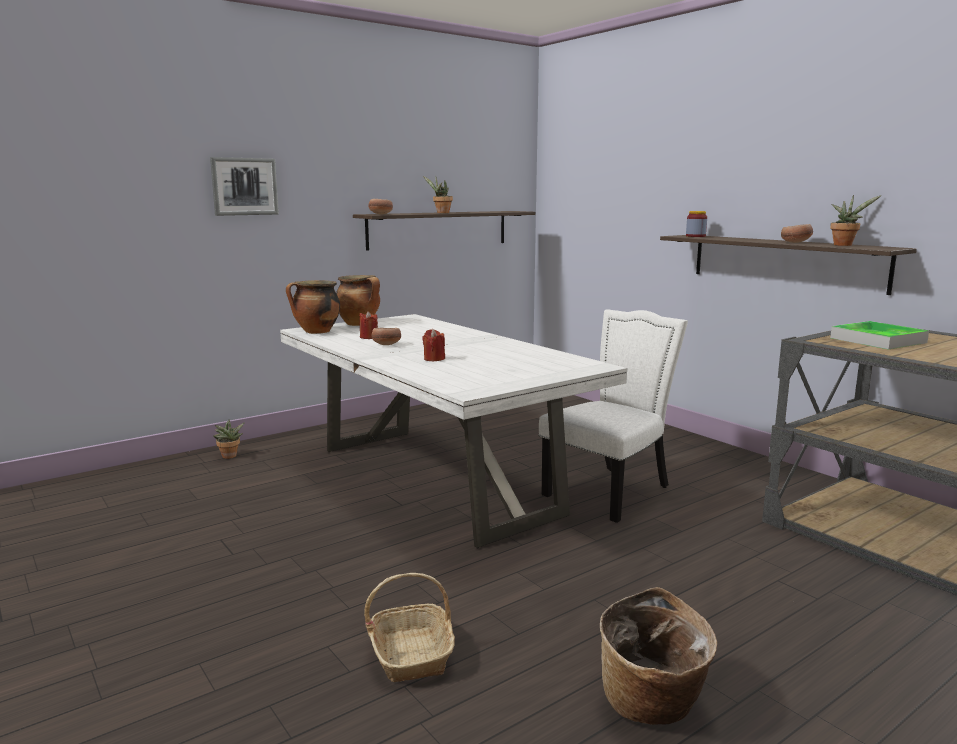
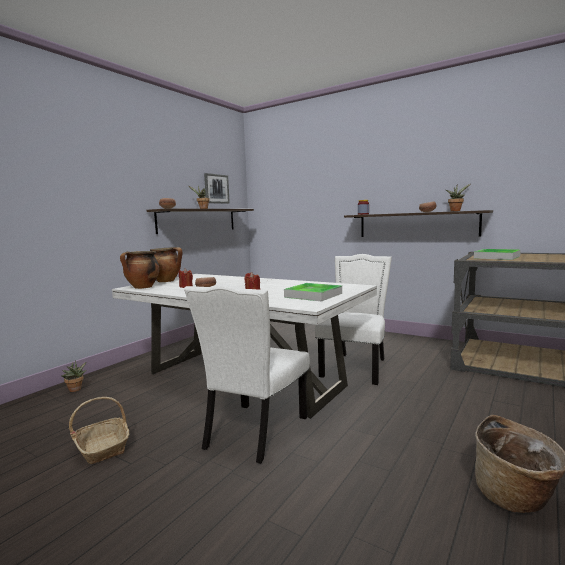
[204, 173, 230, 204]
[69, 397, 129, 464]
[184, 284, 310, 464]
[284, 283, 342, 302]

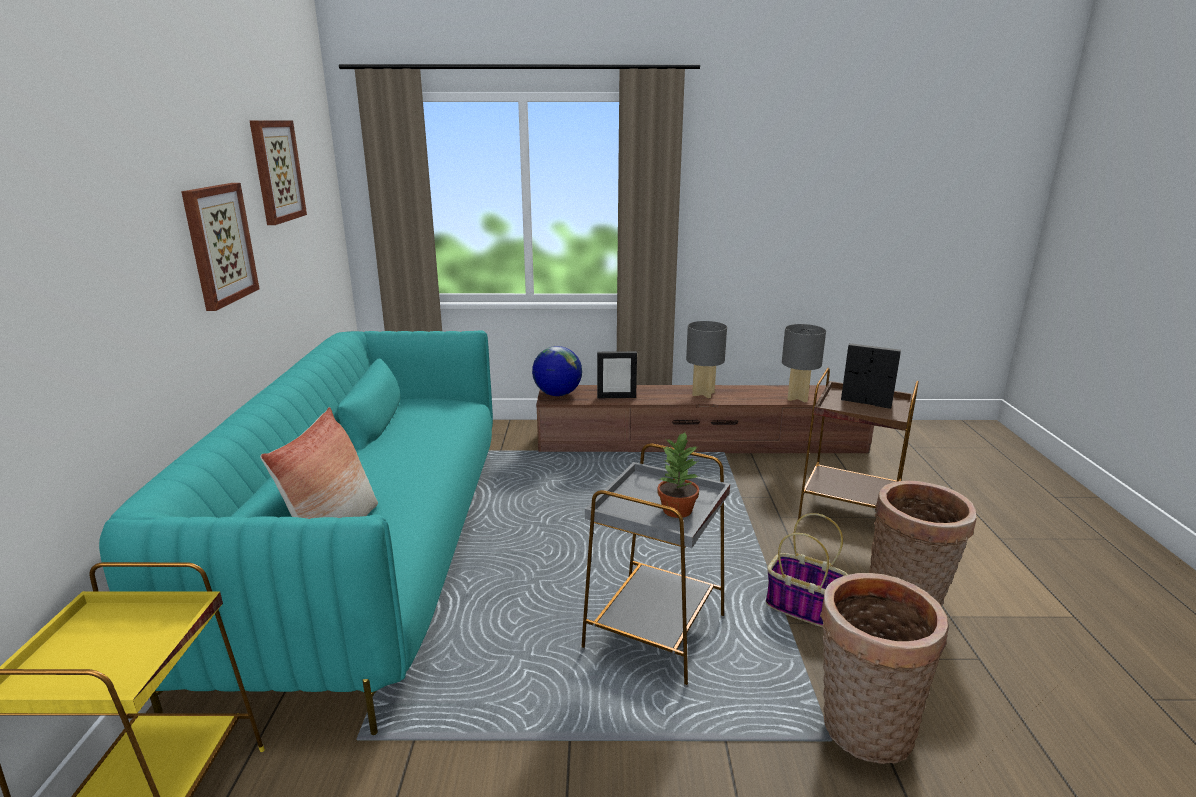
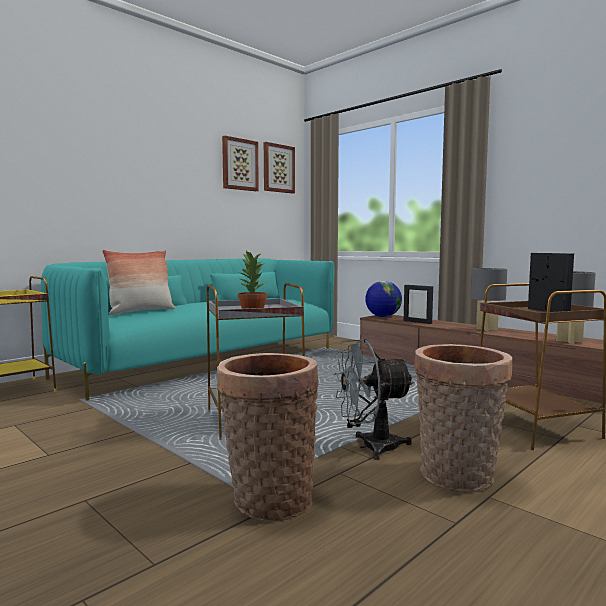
[264, 142, 295, 194]
[334, 339, 414, 460]

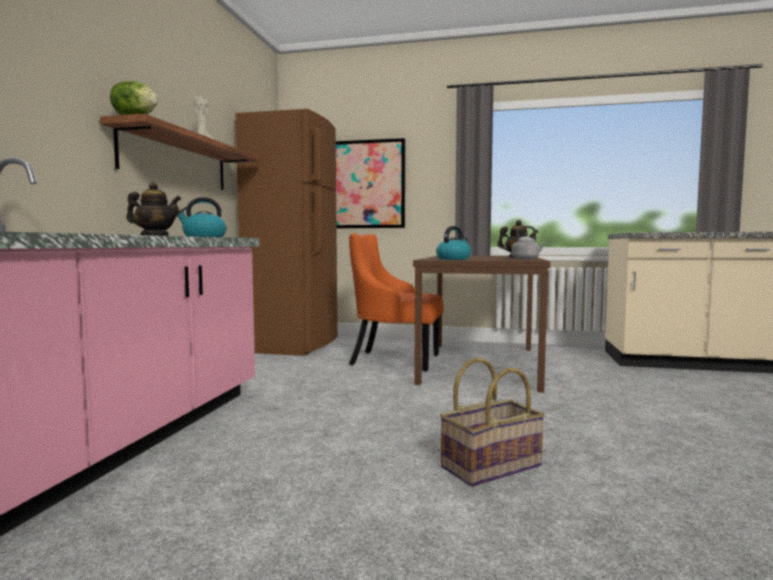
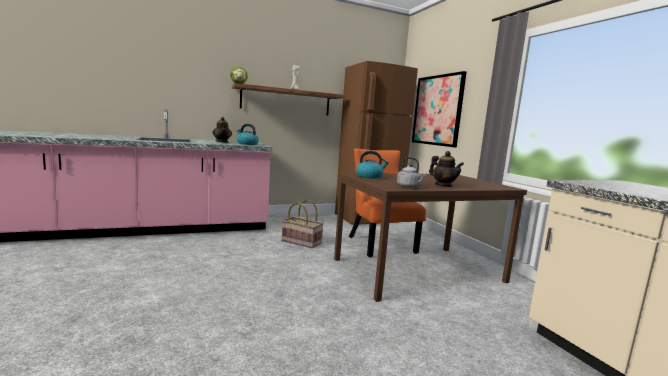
[282, 199, 324, 248]

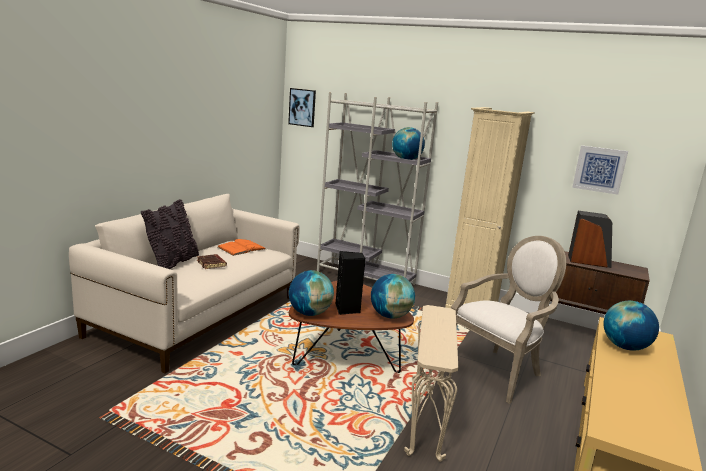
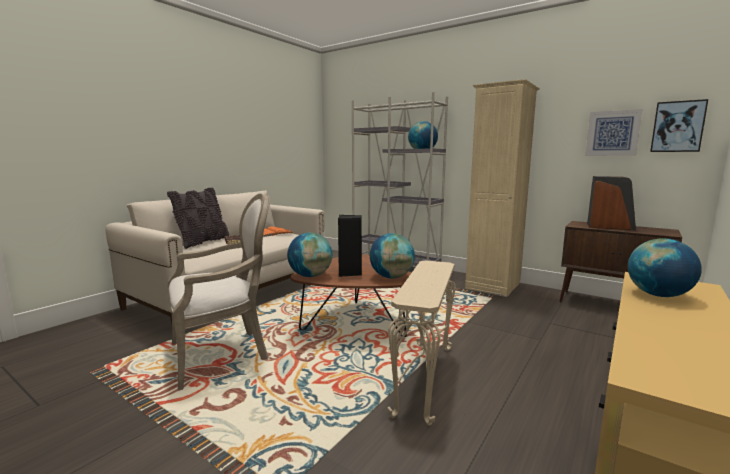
[650, 99, 708, 152]
[168, 193, 270, 391]

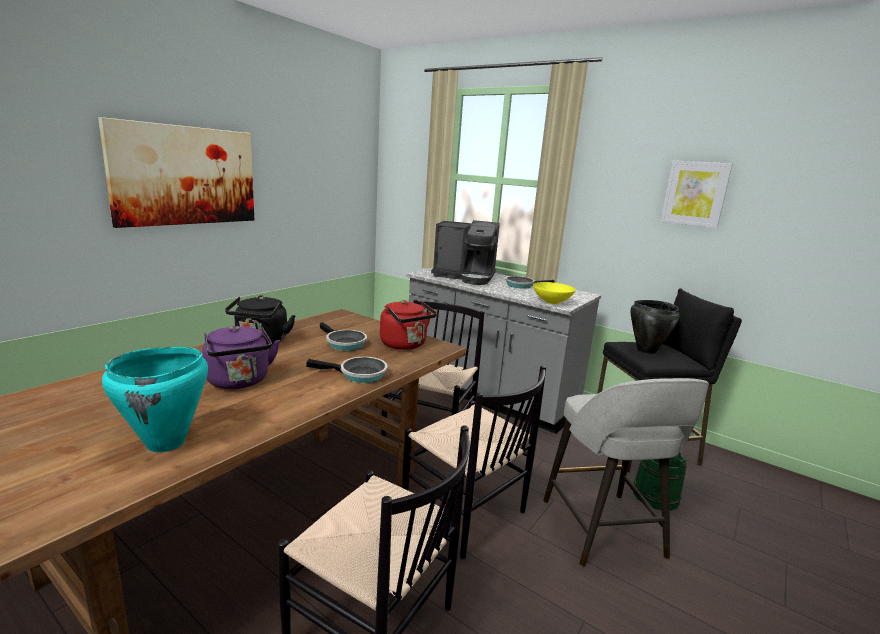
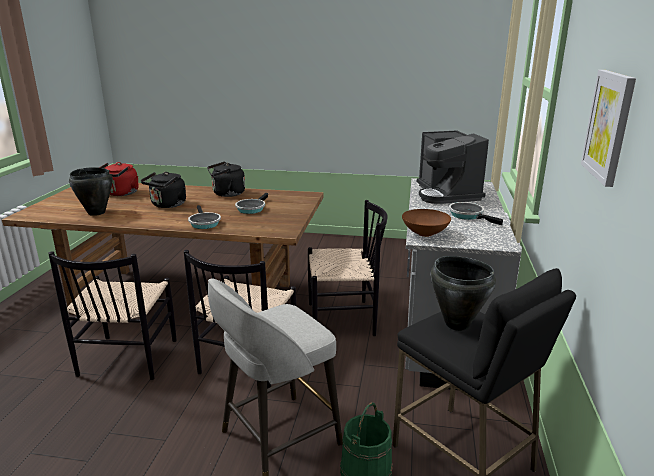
[98, 117, 254, 228] (first image)
[69, 167, 113, 216]
[141, 172, 186, 208]
[99, 162, 139, 196]
[402, 209, 451, 237]

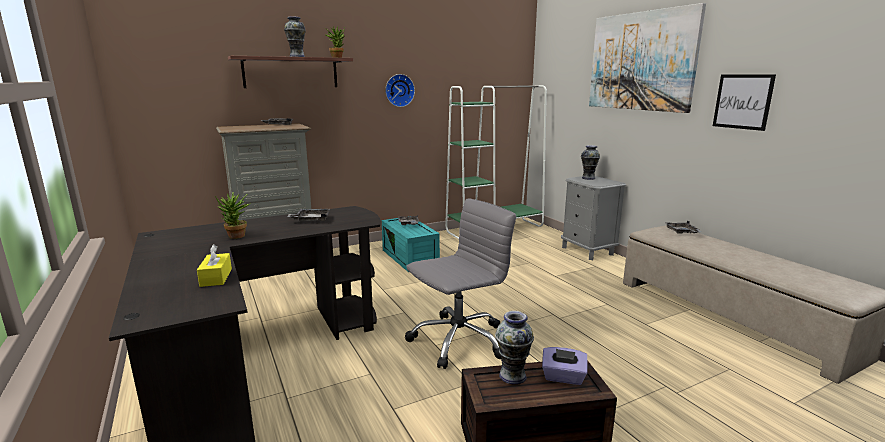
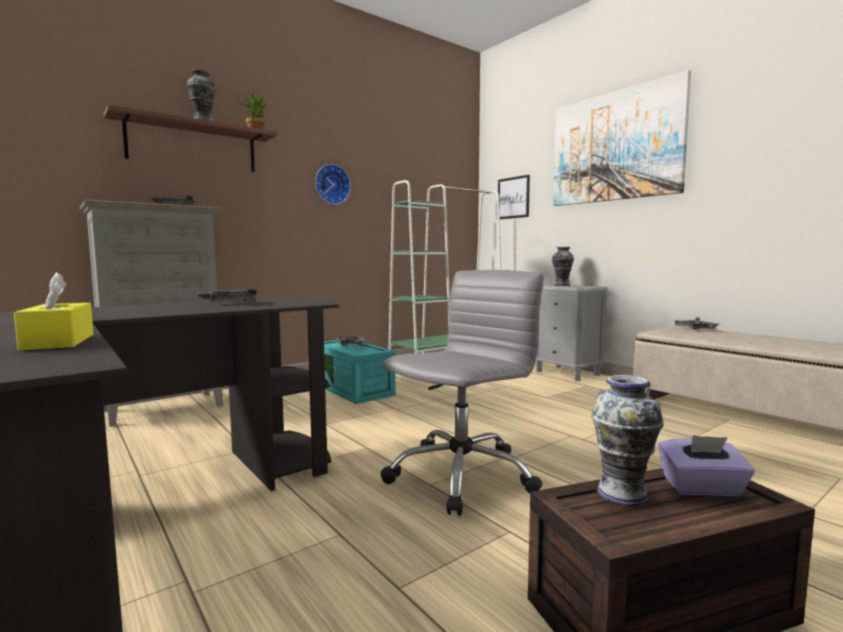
[215, 192, 251, 239] (first image)
[498, 175, 530, 219]

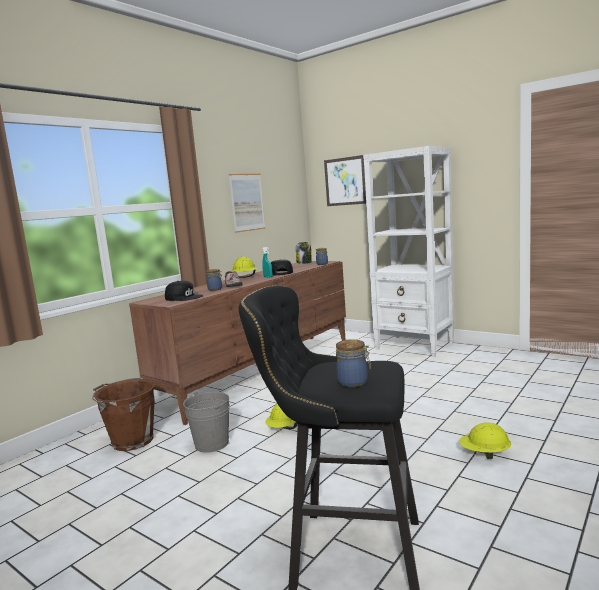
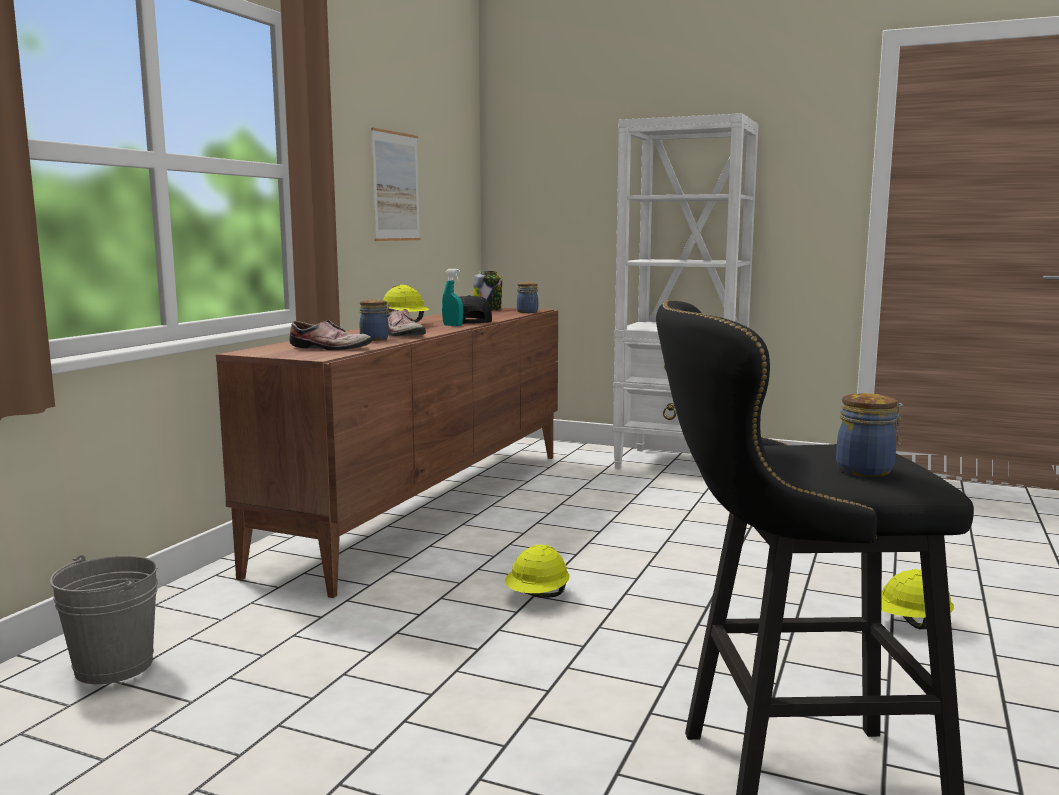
[92, 378, 155, 451] (first image)
[289, 320, 372, 351]
[50, 555, 158, 684]
[324, 155, 366, 206] (first image)

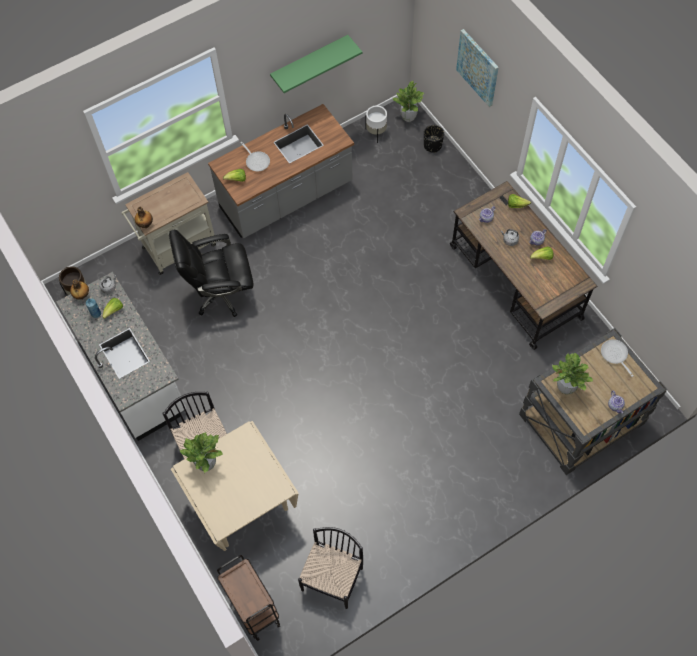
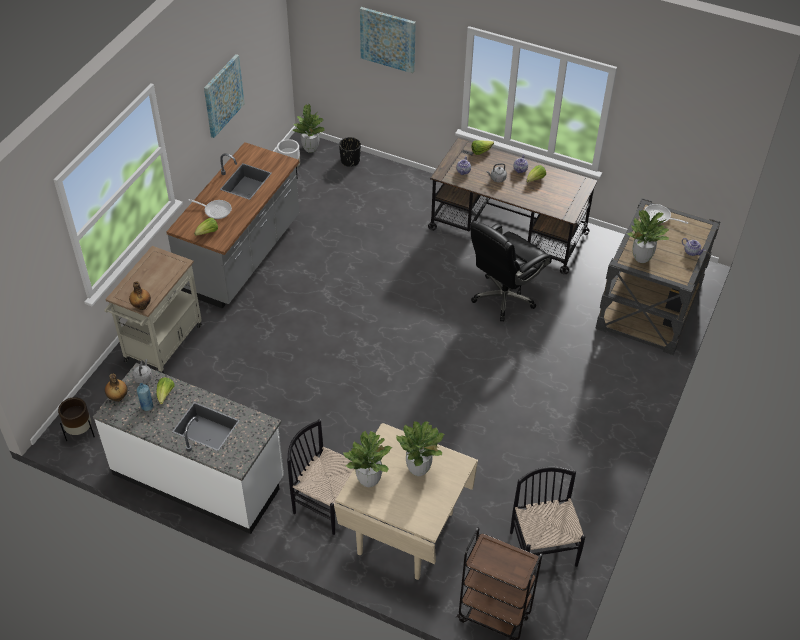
[471, 221, 552, 322]
[204, 54, 245, 138]
[396, 421, 445, 476]

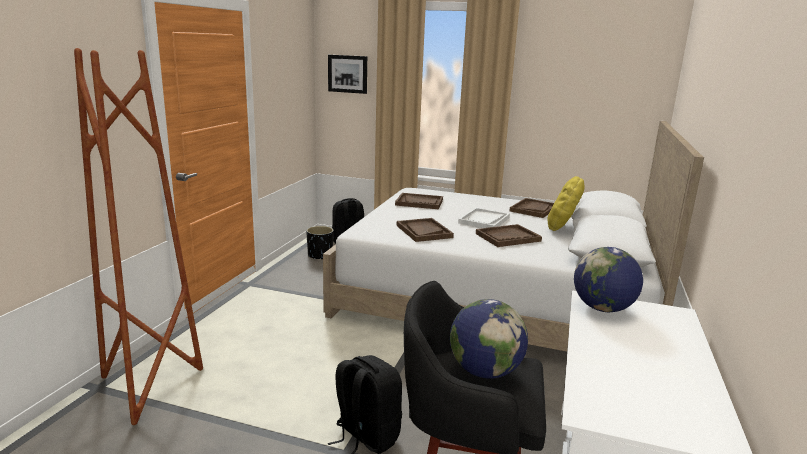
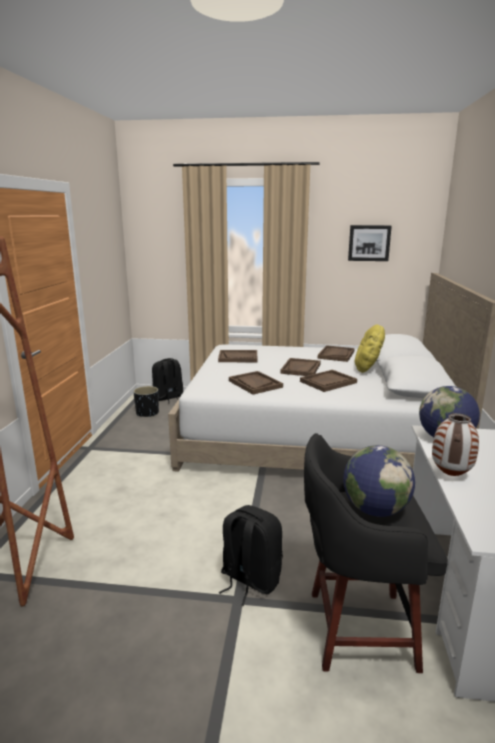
[348, 225, 392, 261]
[280, 358, 321, 376]
[432, 413, 479, 476]

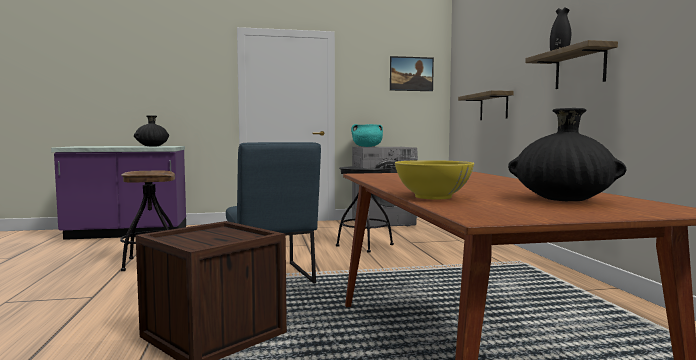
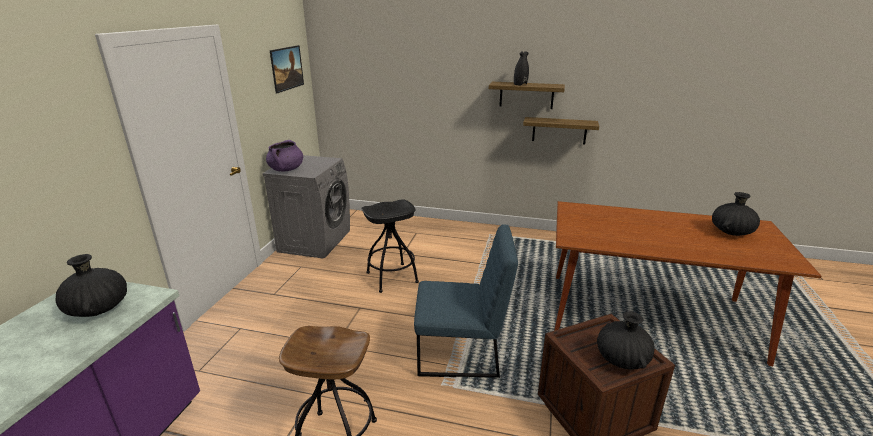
[266, 140, 303, 171]
[395, 160, 474, 199] (first image)
[523, 117, 599, 144]
[597, 311, 655, 369]

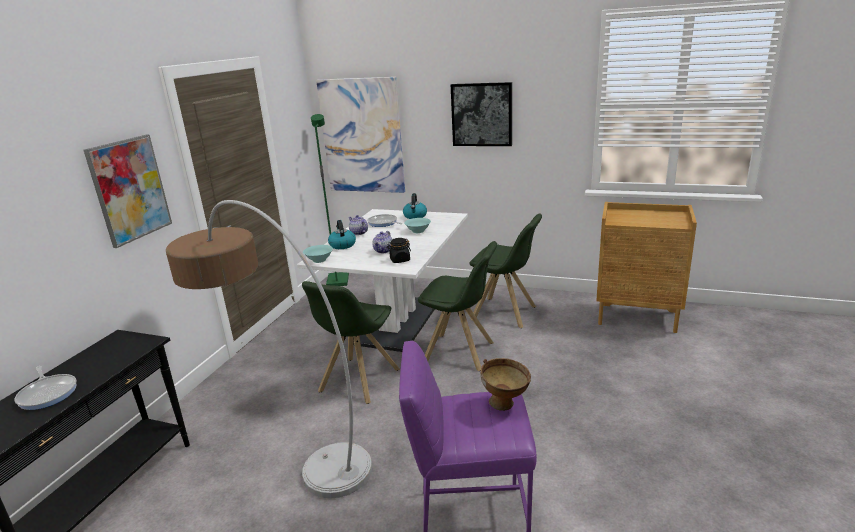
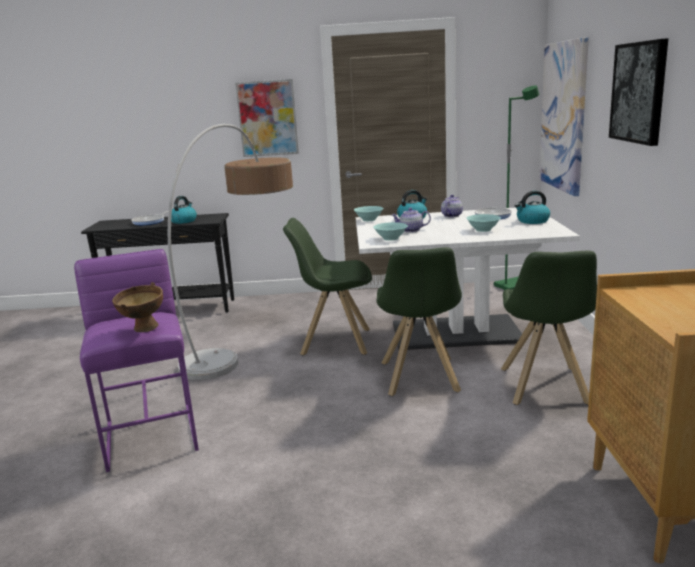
[373, 222, 408, 241]
[171, 196, 197, 224]

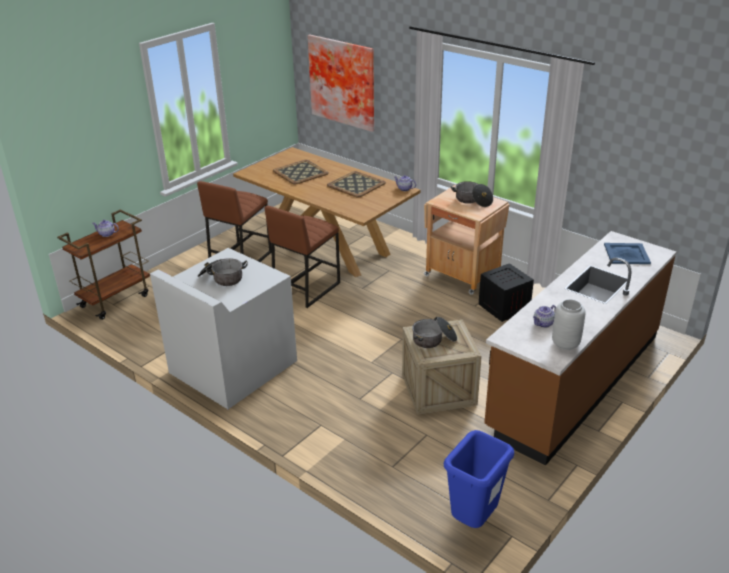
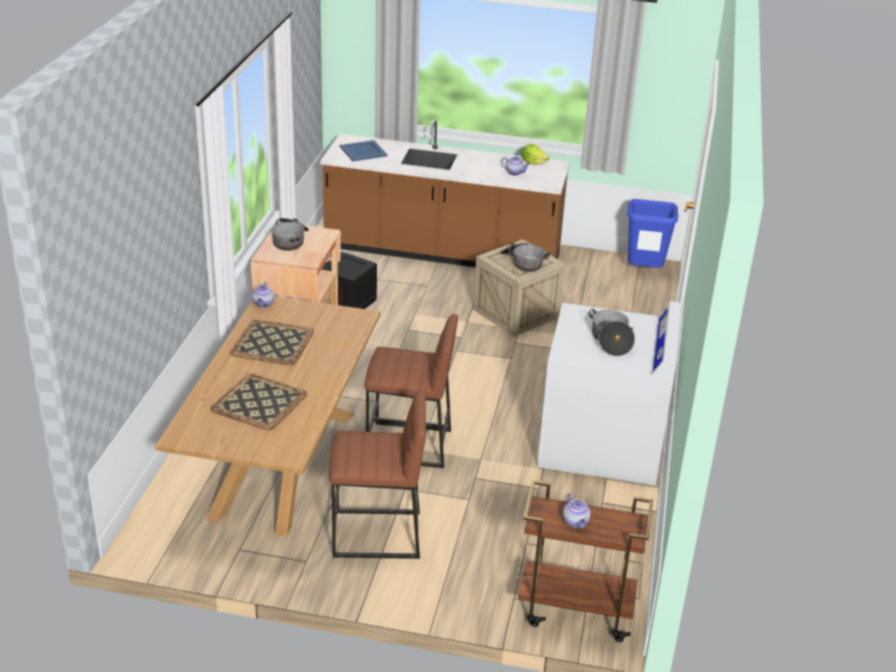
[308, 34, 374, 132] (first image)
[521, 144, 549, 165]

